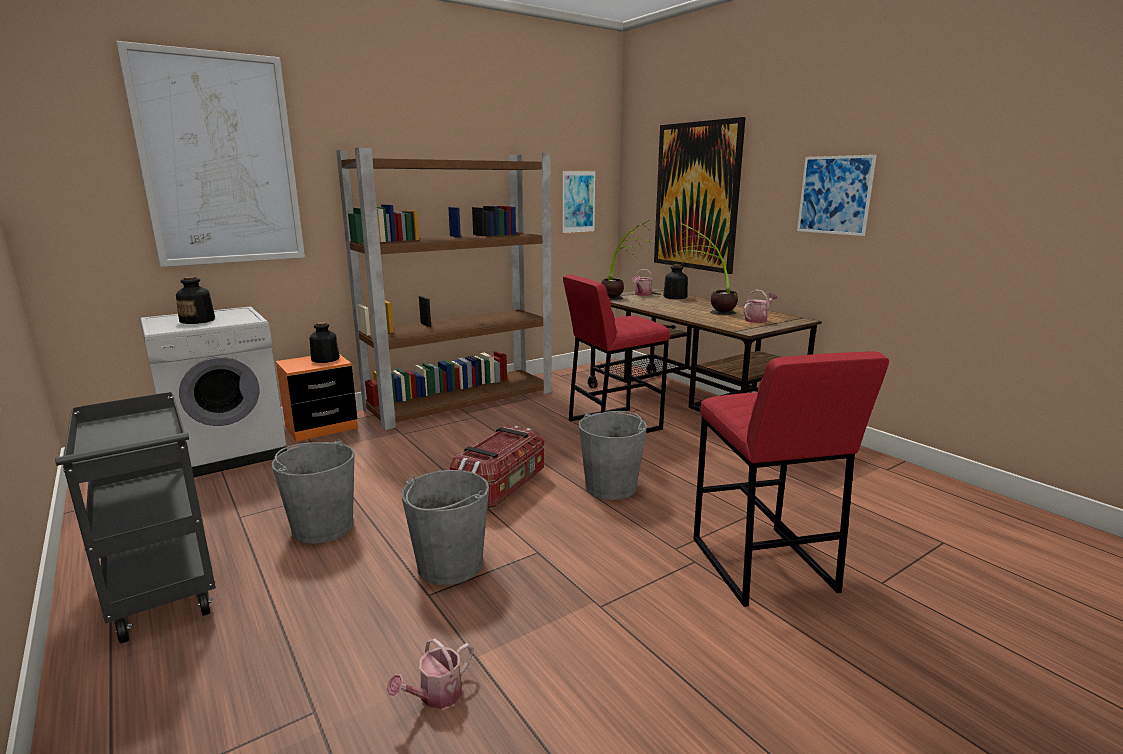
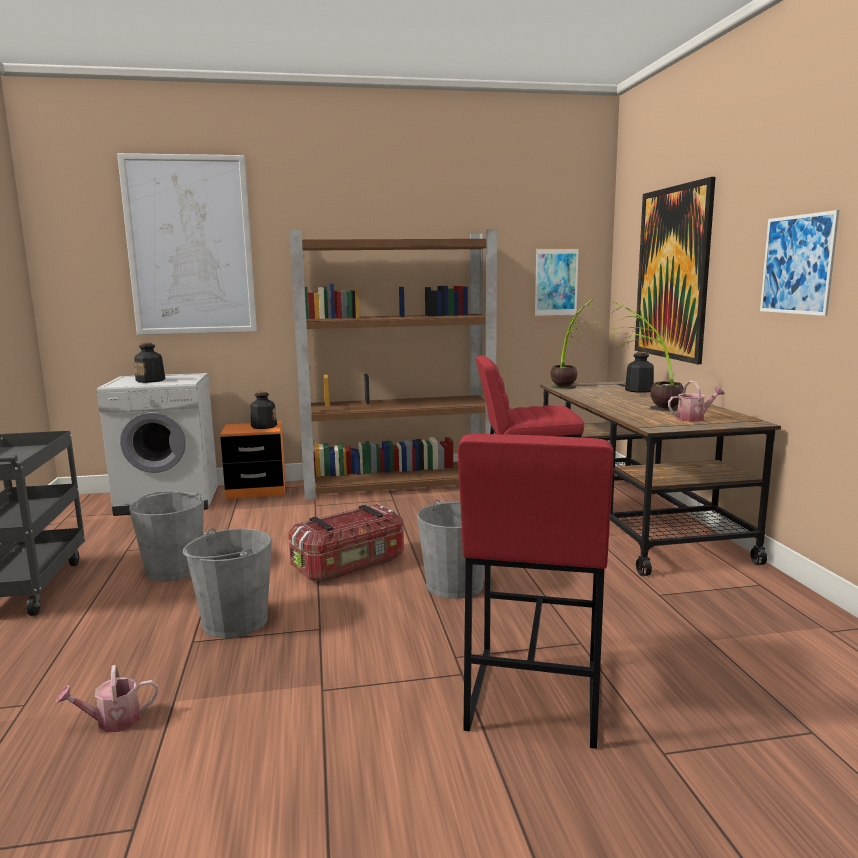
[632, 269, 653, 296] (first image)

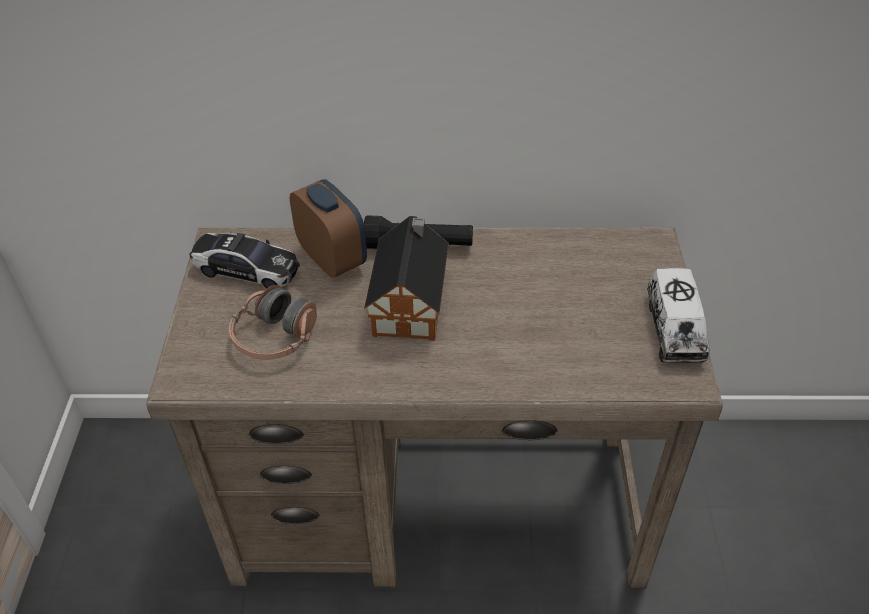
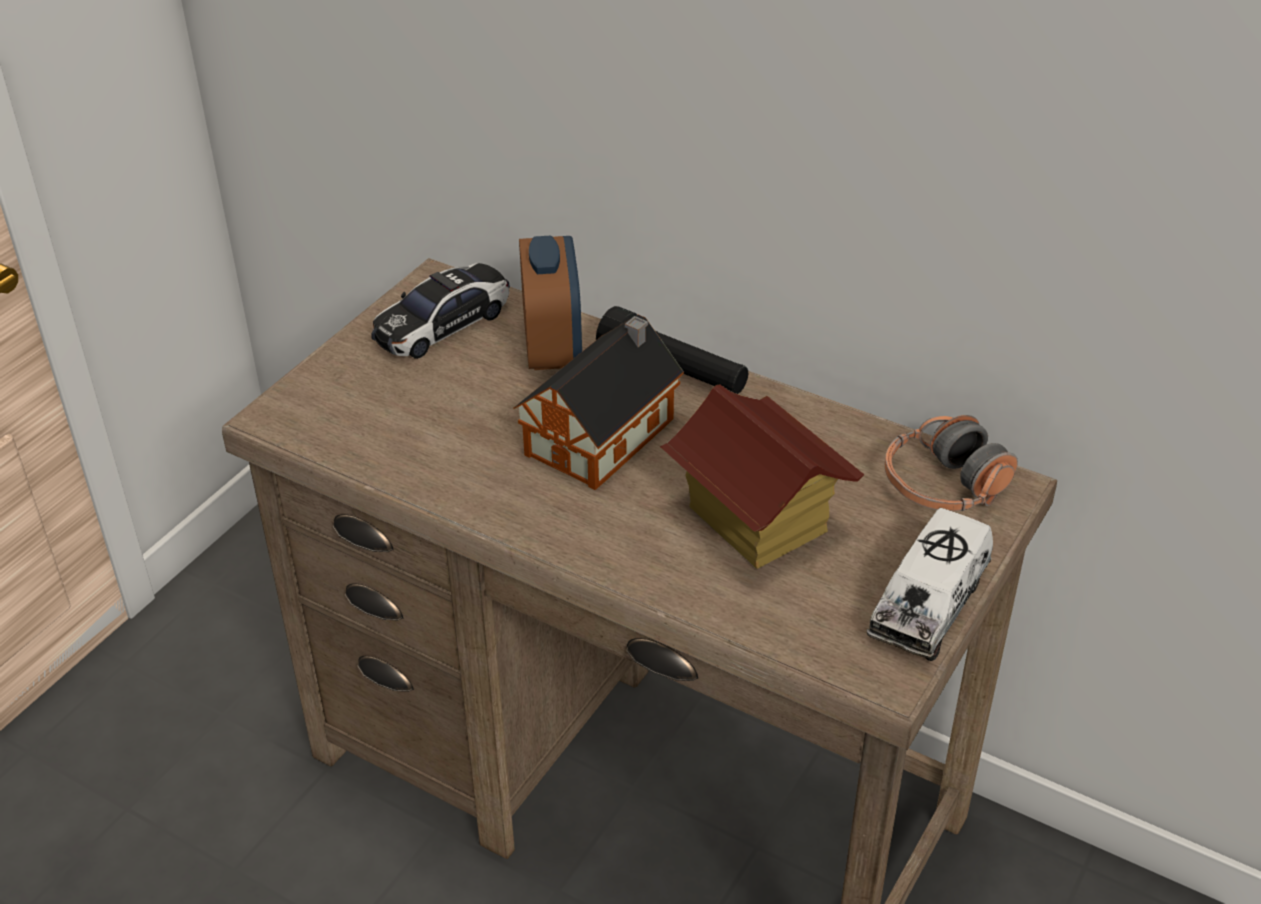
[371, 263, 510, 359]
[885, 415, 1018, 511]
[660, 384, 864, 569]

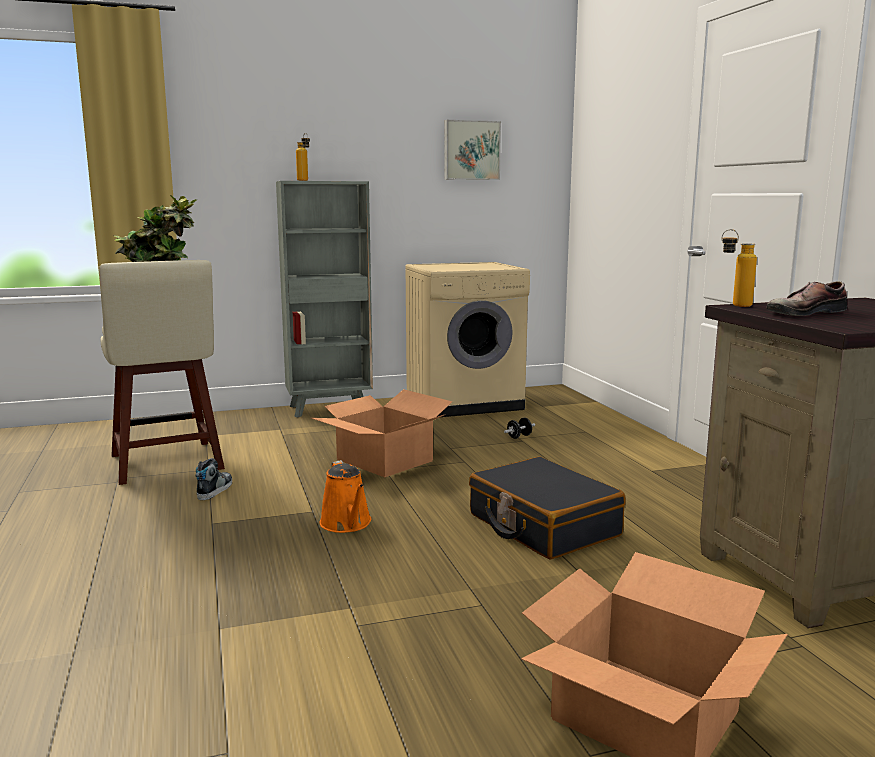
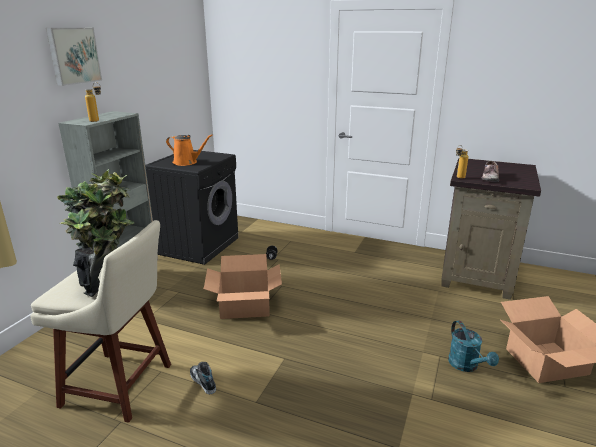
[166, 134, 213, 166]
[145, 150, 238, 265]
[46, 28, 102, 86]
[469, 457, 625, 560] (first image)
[448, 320, 499, 372]

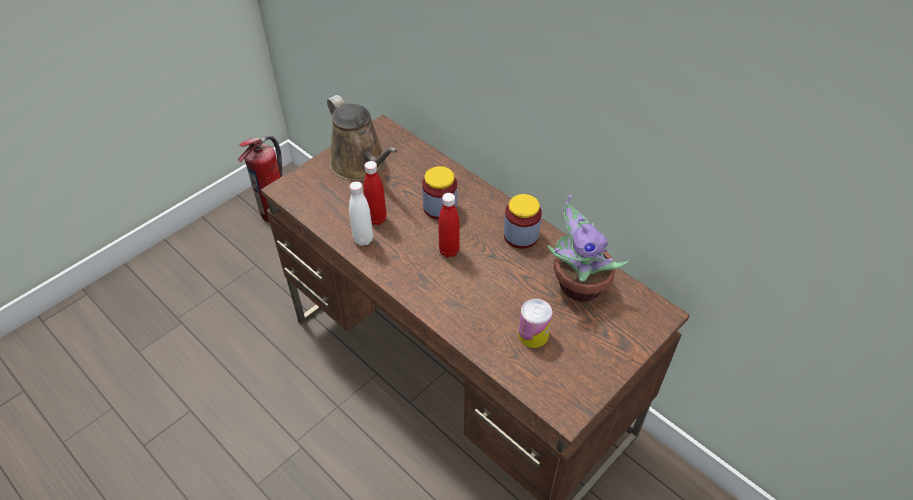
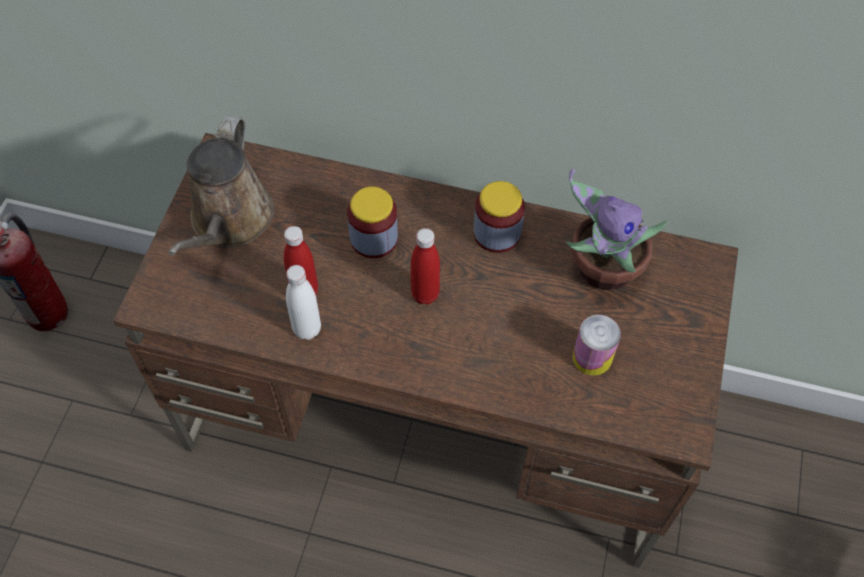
[168, 116, 274, 256]

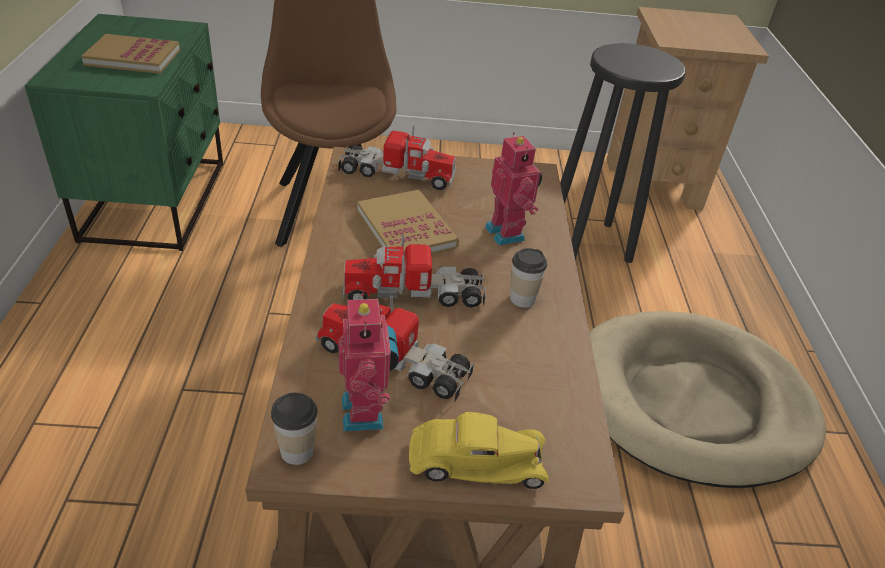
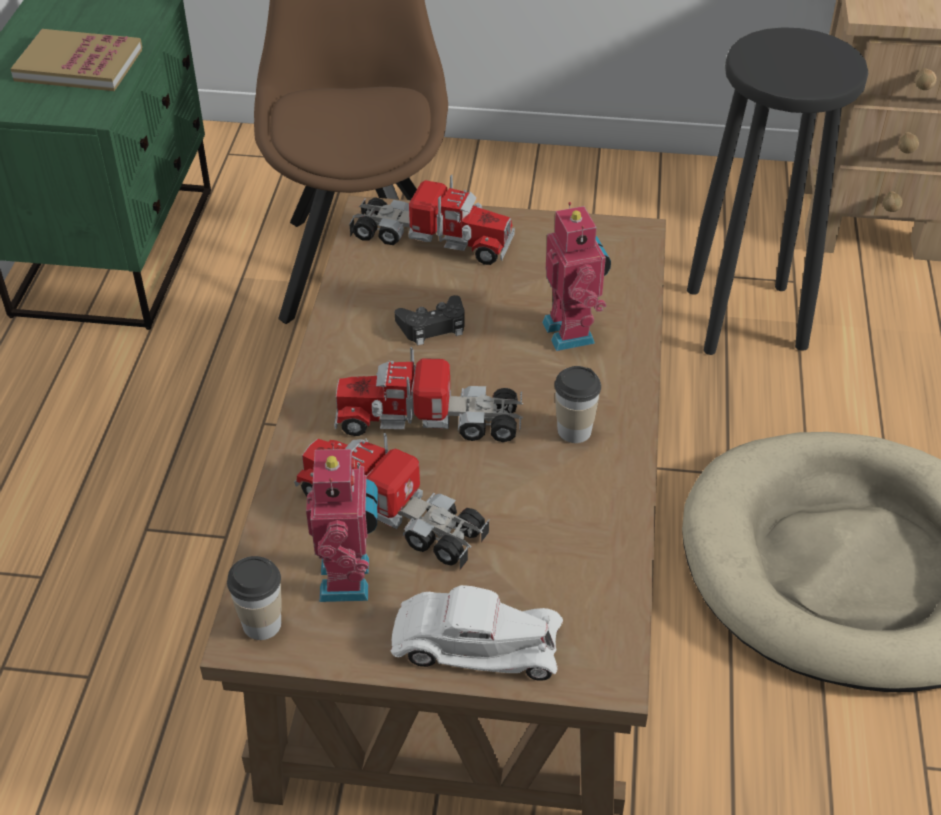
[395, 295, 465, 346]
[391, 585, 563, 681]

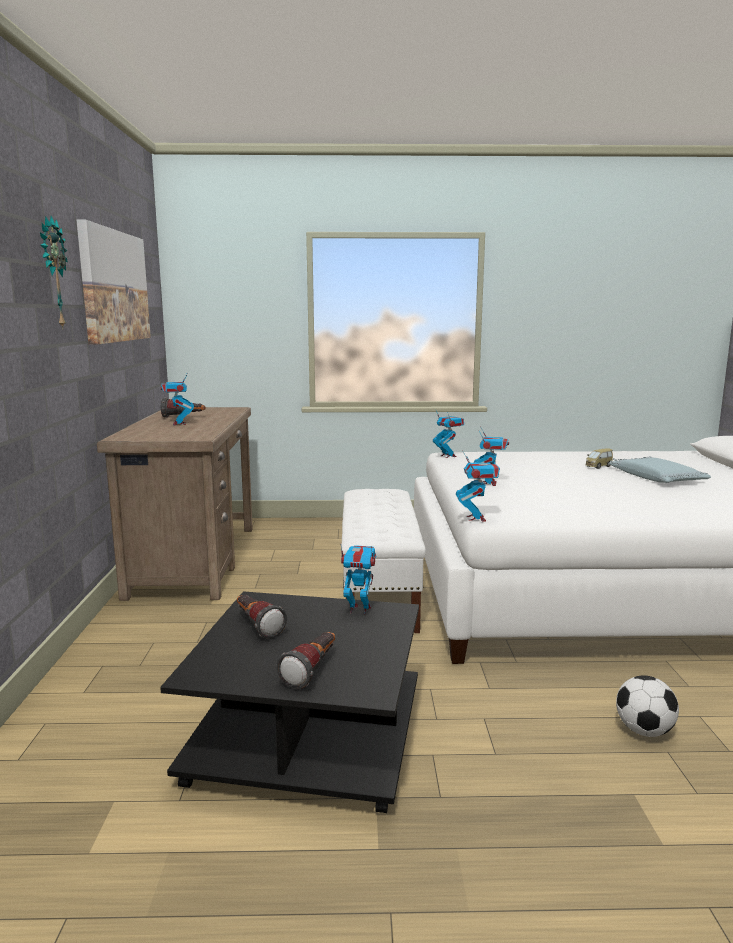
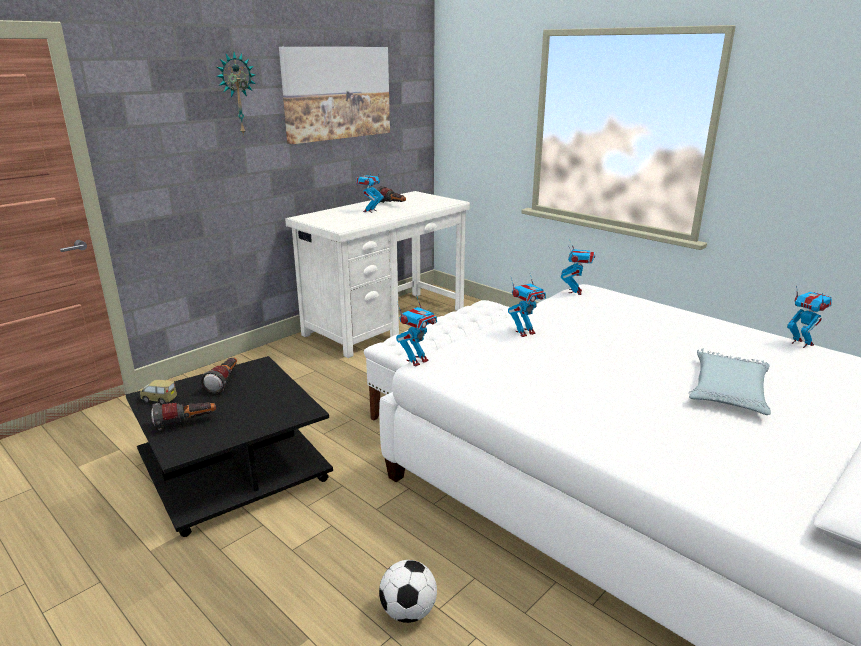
[285, 191, 470, 358]
[787, 286, 832, 348]
[140, 380, 177, 404]

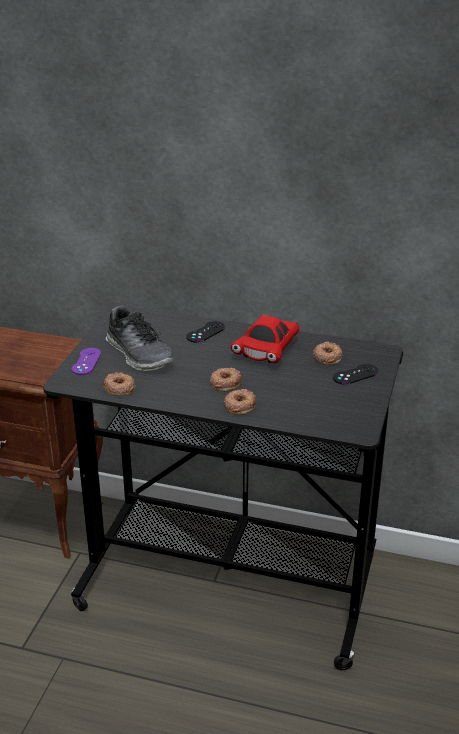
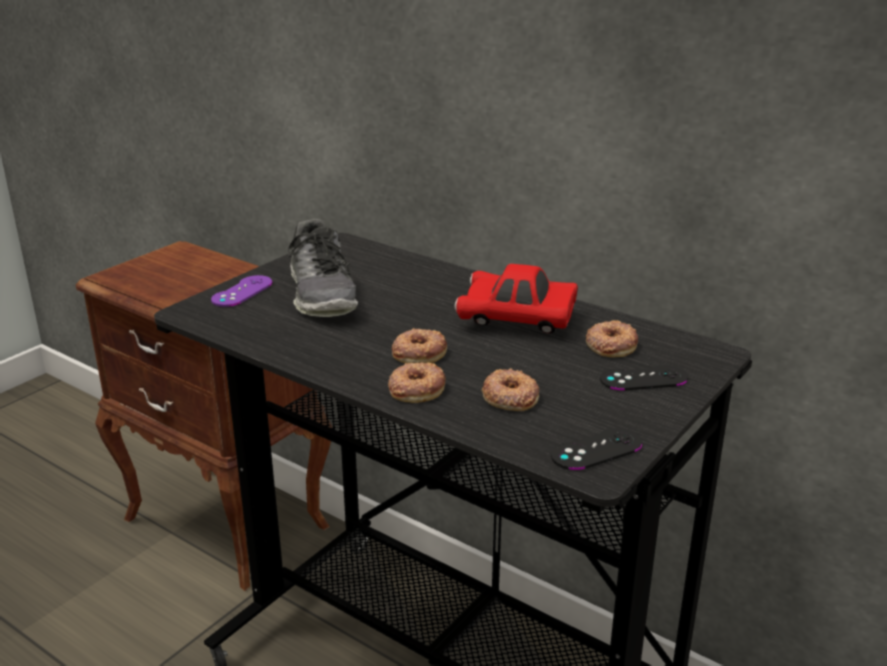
[481, 368, 539, 411]
[551, 428, 642, 470]
[454, 264, 578, 333]

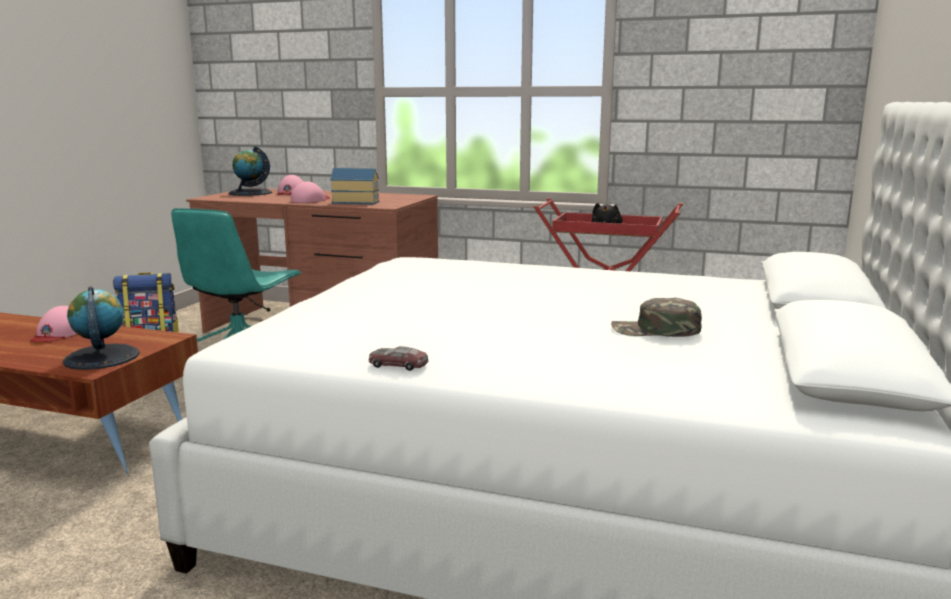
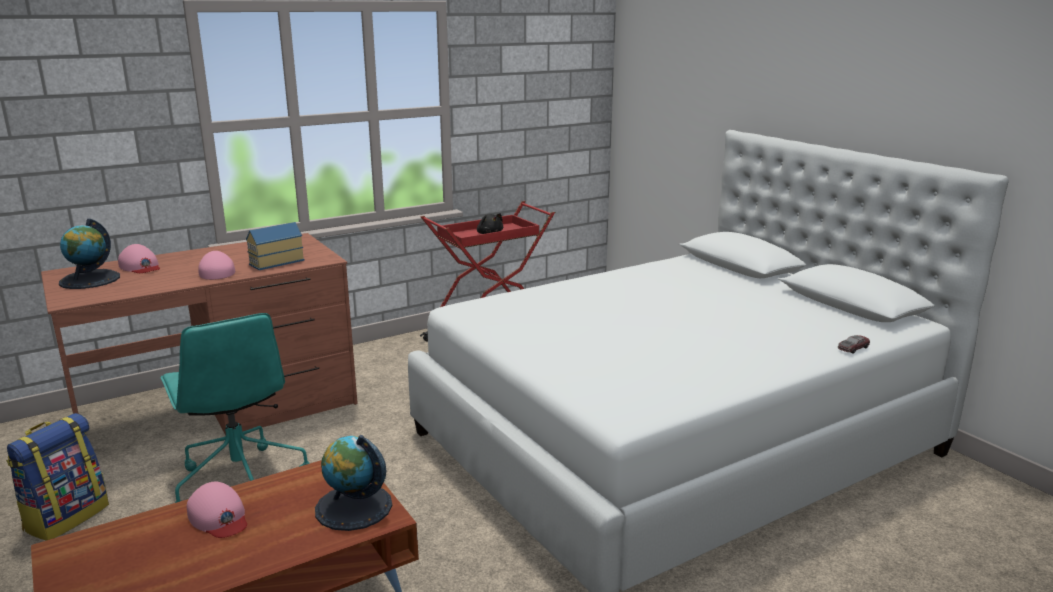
[838, 335, 870, 354]
[611, 298, 702, 337] (first image)

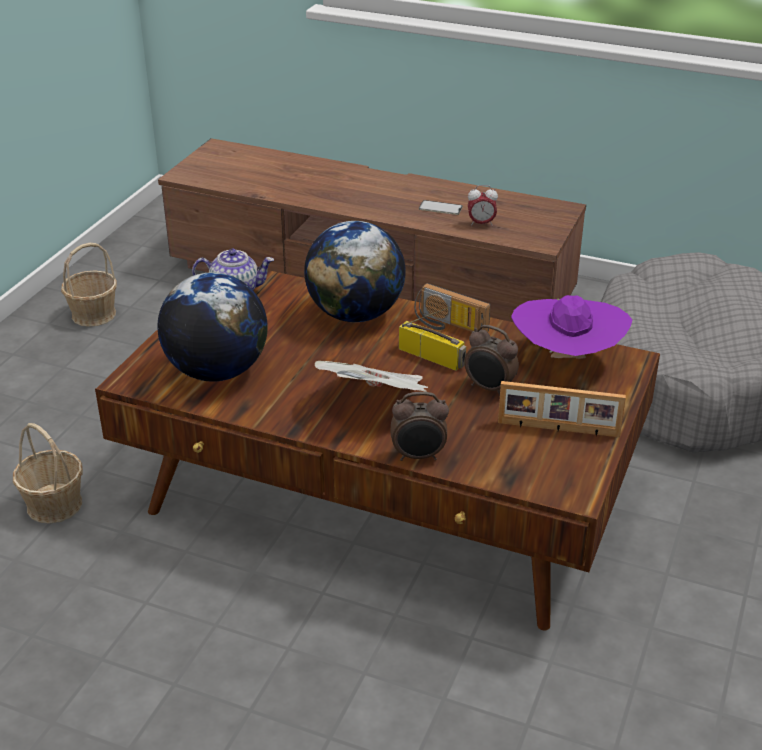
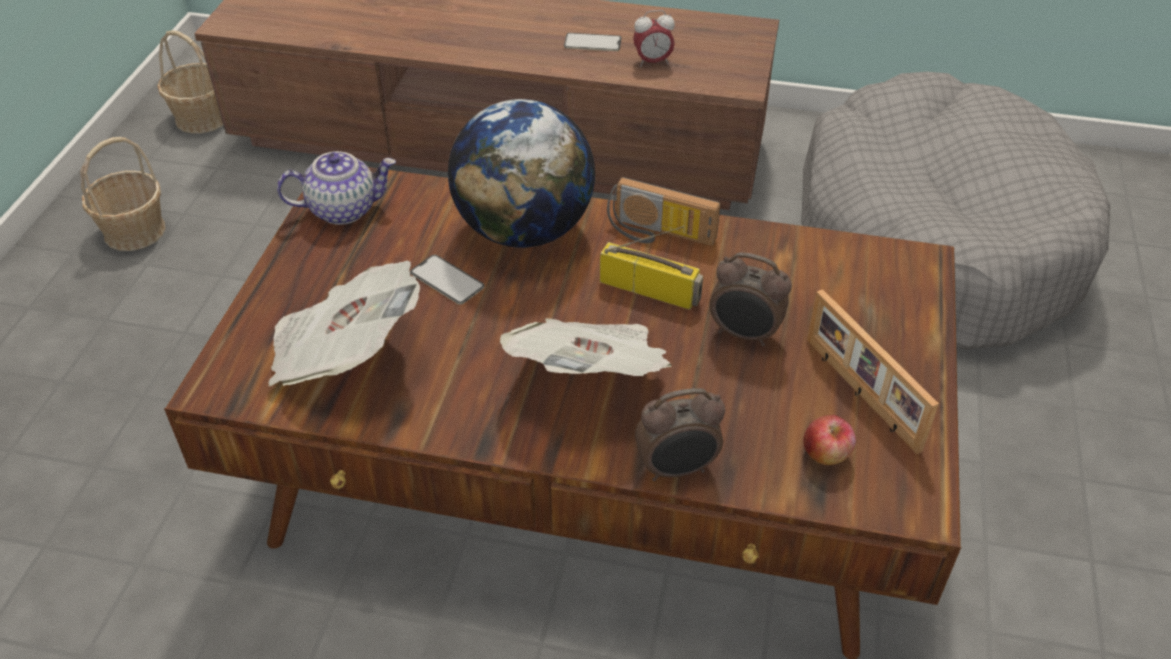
[158, 31, 223, 134]
[268, 261, 420, 386]
[807, 289, 939, 454]
[511, 295, 633, 359] (first image)
[410, 254, 485, 305]
[803, 415, 856, 465]

